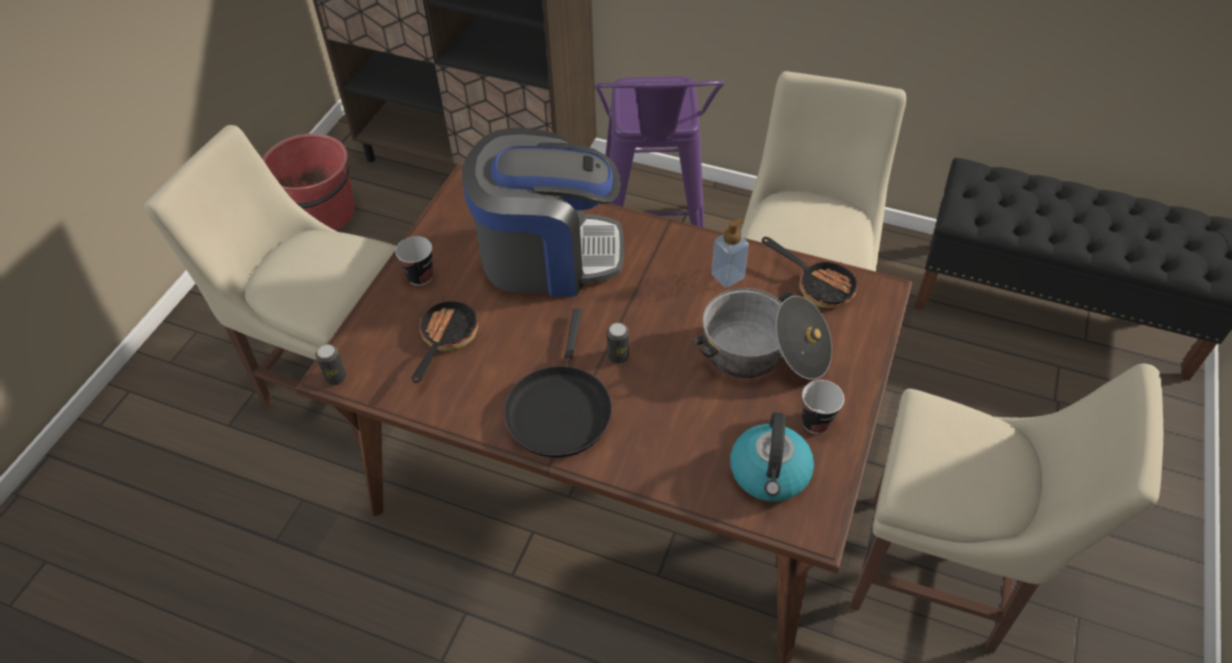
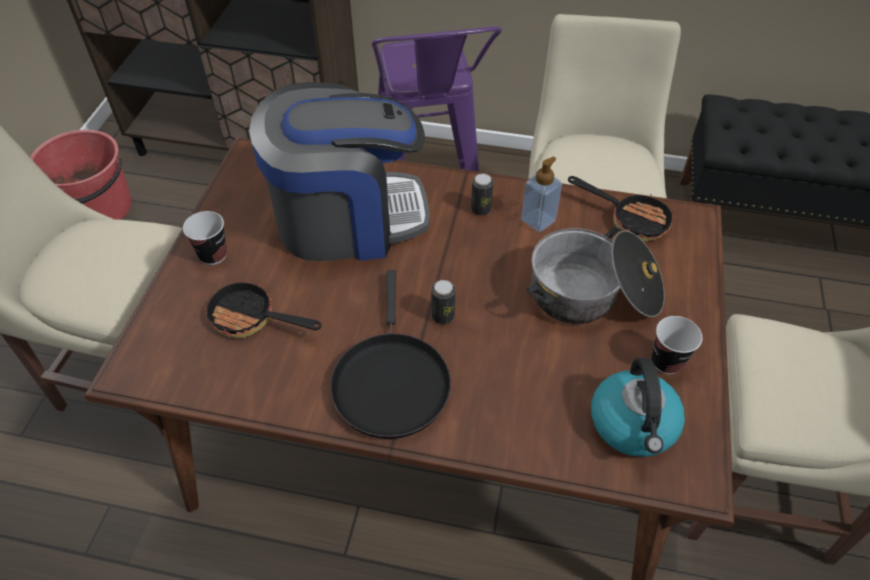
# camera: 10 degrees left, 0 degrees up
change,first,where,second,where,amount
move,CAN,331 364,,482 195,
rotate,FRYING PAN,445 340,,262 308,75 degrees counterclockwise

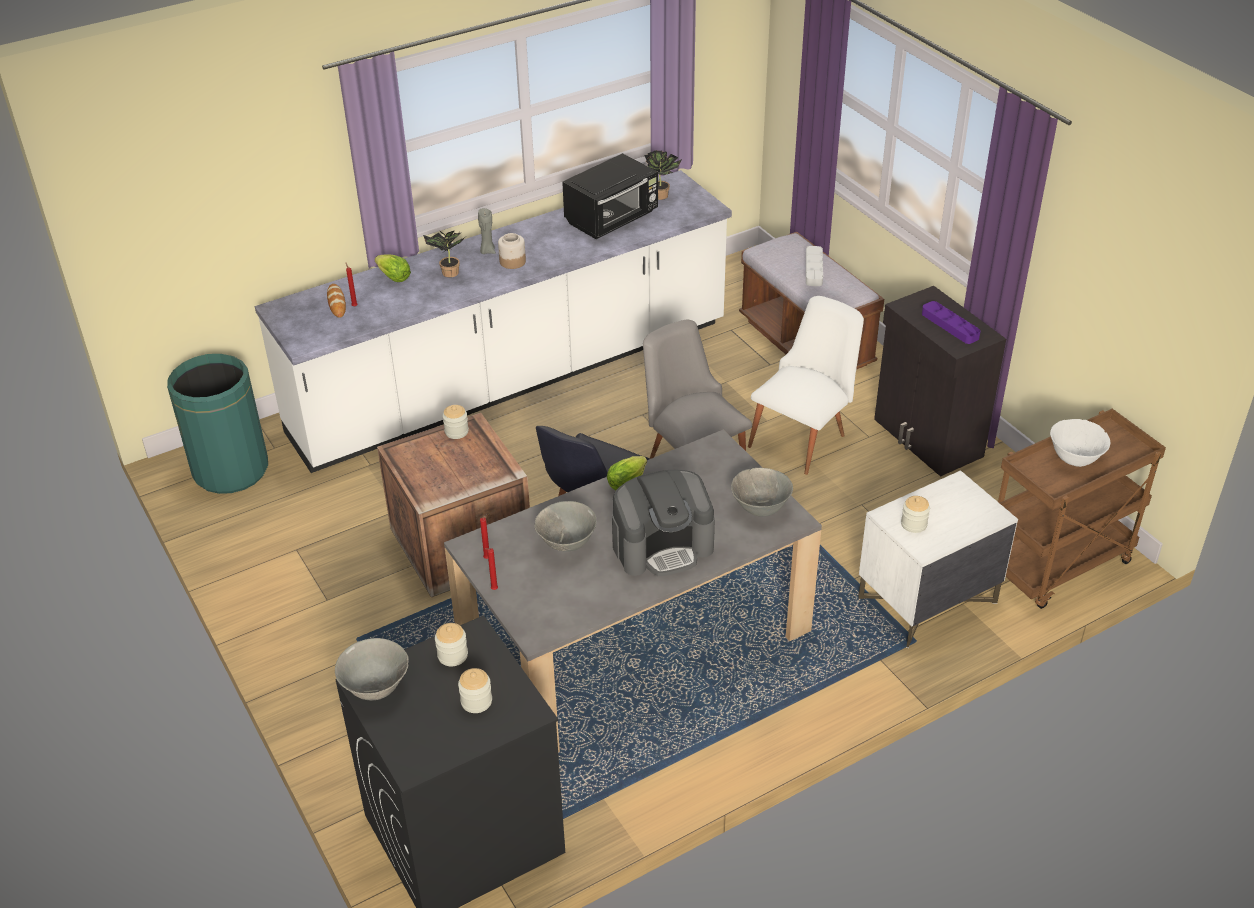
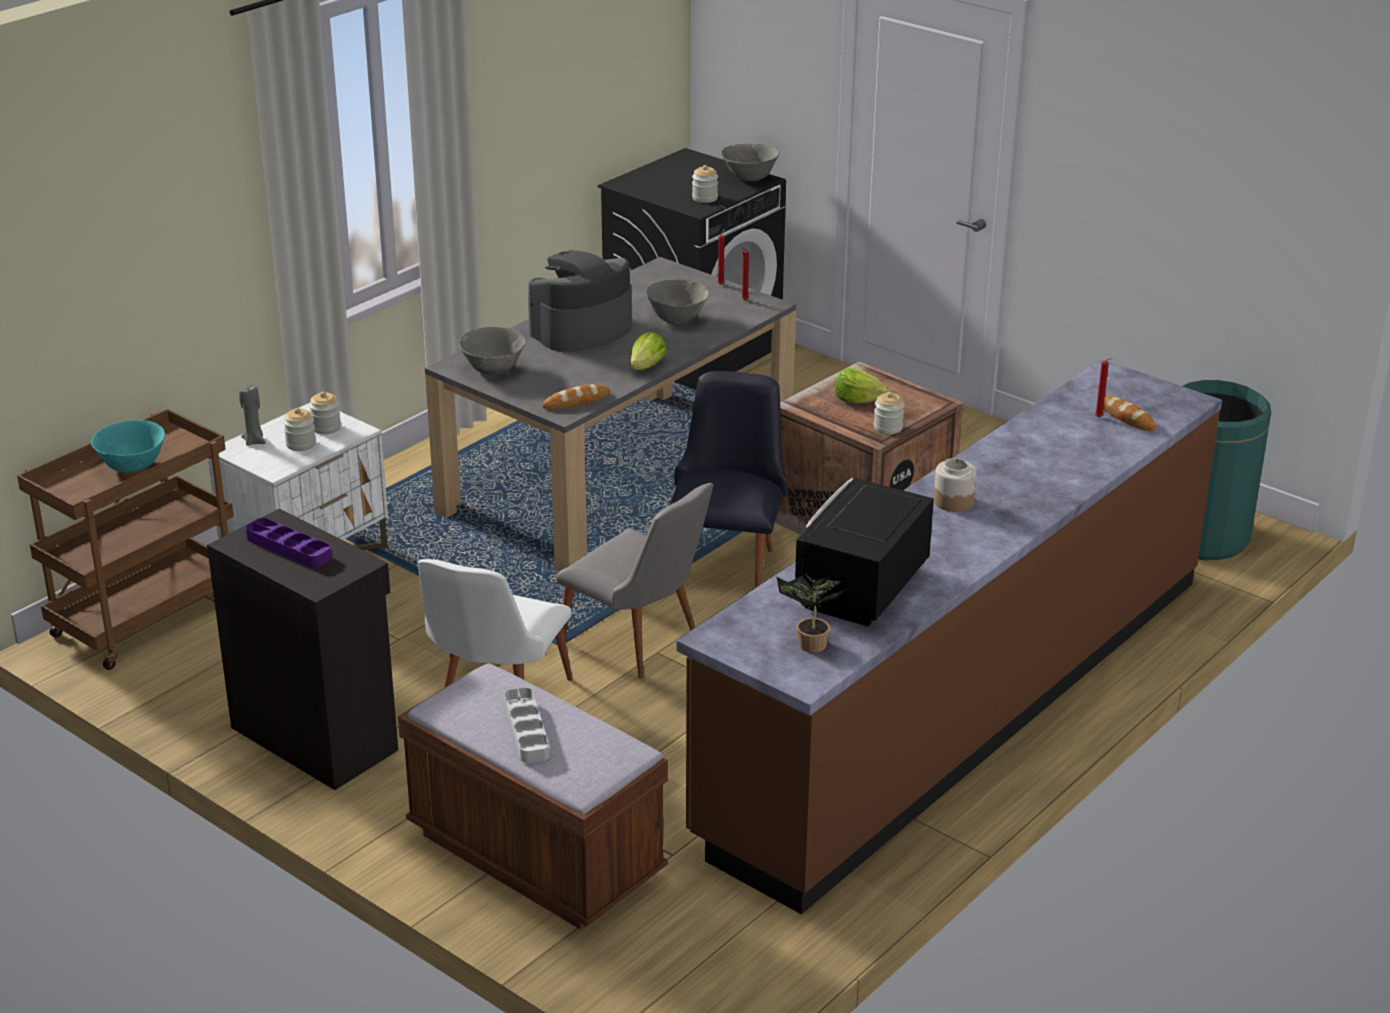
# camera: 160 degrees right, 10 degrees down
change,first,where,second,where,amount
recolor,WHITE COUNTER,493 321,BROWN COUNTER,949 636,
move,LETTUCE,393 268,,862 385,
delete,POTTED PLANT,444 253,,,
move,JAR,475 690,,299 429,
move,GREY CANDLE,487 231,,252 415,
recolor,WHITE BOWL,1080 443,TURQUOISE BOWL,128 446,
insert,,,BREAD,576 396,

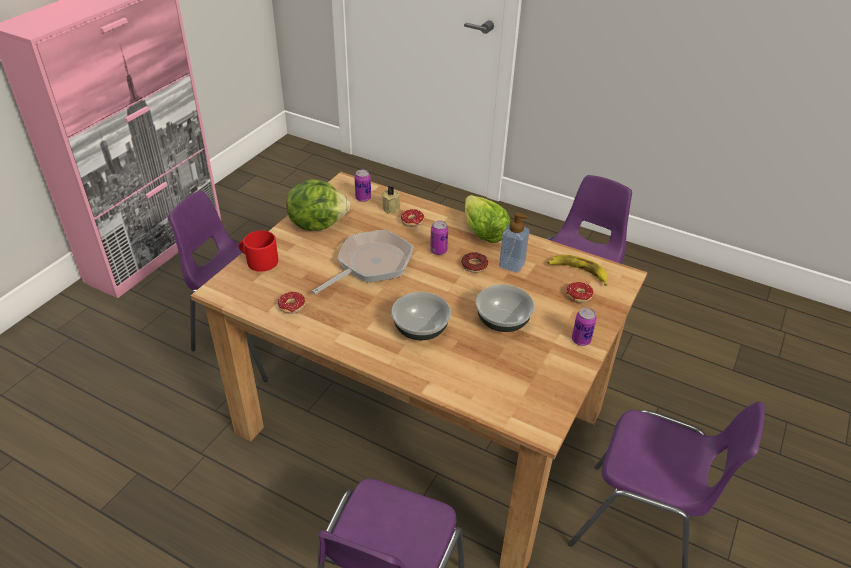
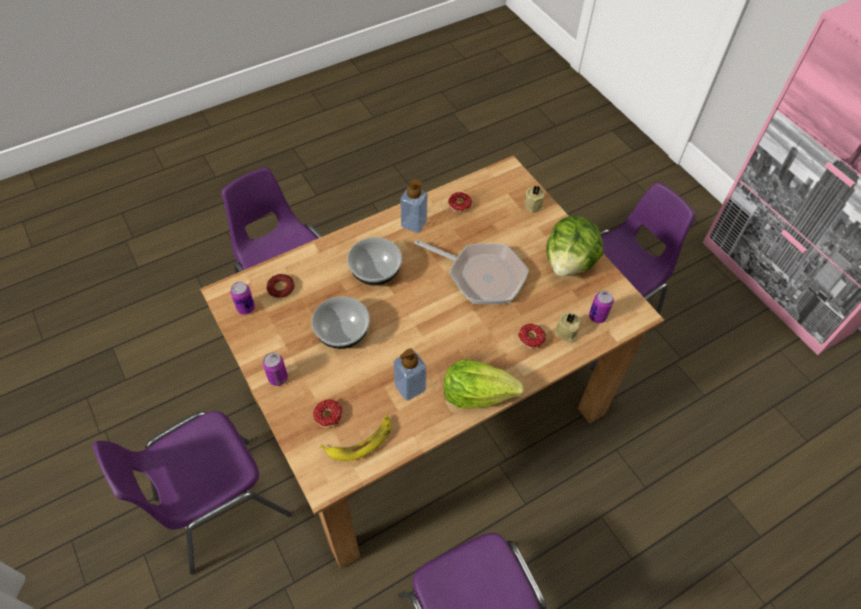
# camera: 120 degrees right, 15 degrees up
change,first,where,second,where,amount
replace,RED MUG,258 251,BEIGE CANDLE,534 199,
rotate,FRYING PAN,362 262,,472 272,45 degrees counterclockwise
move,CAN,439 238,,242 298,
move,DONUT,474 262,,280 286,
insert,,,SOAP DISPENSER,414 206,

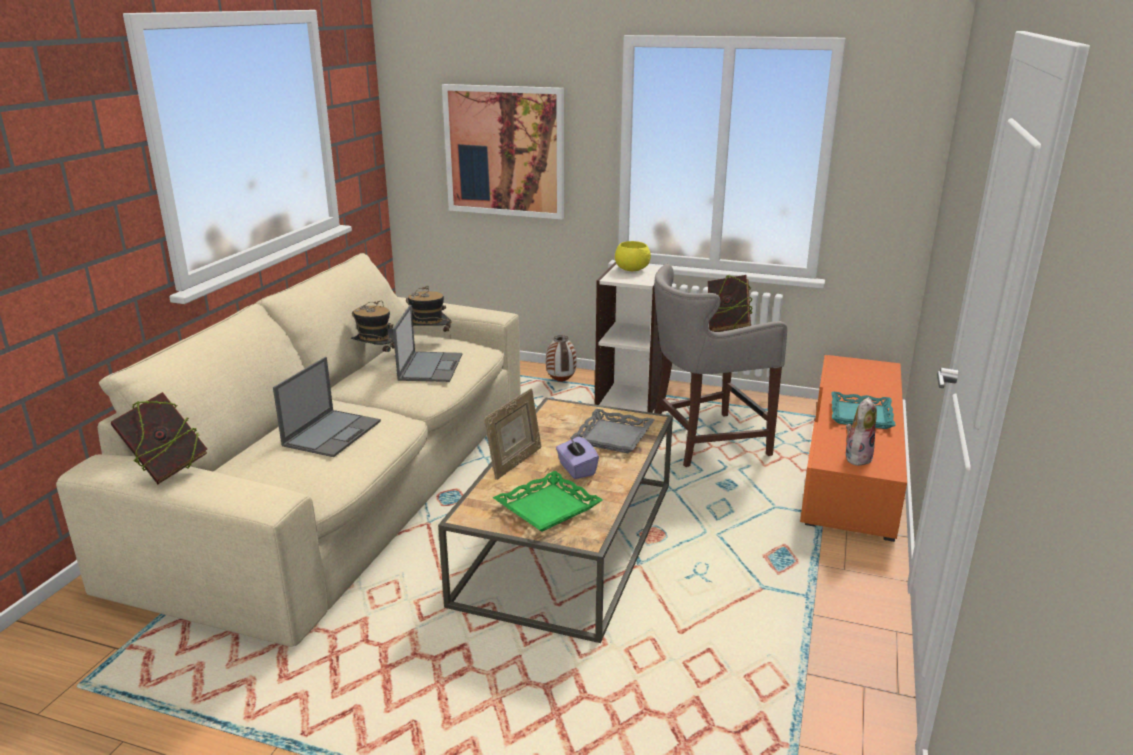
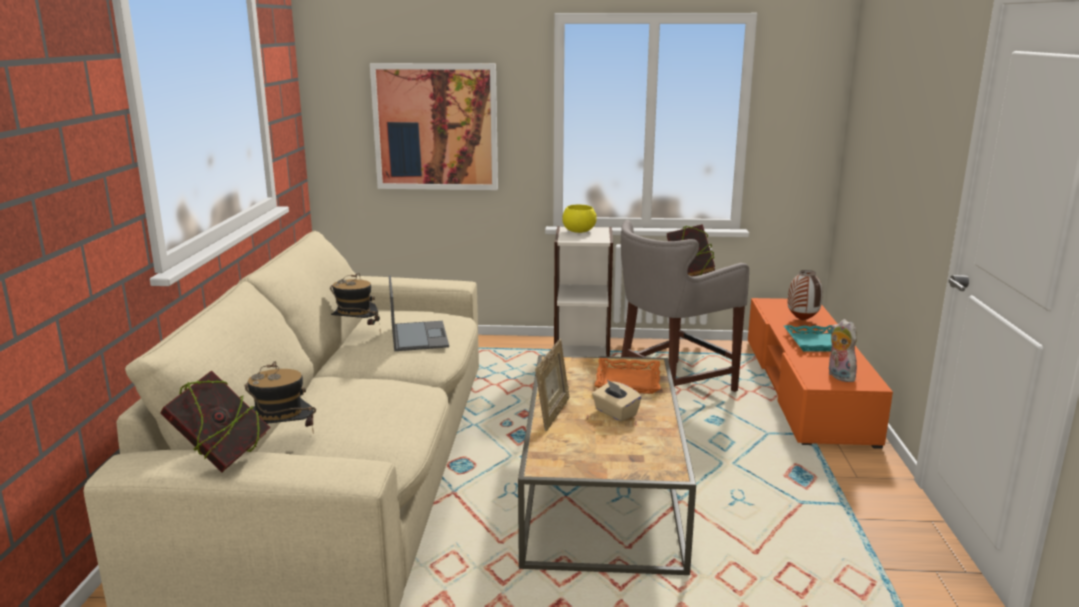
# camera: 15 degrees left, 5 degrees down
change,first,where,second,where,amount
delete,LAPTOP,327 407,,,
move,HAT,429 312,,280 396,
delete,GREEN TRAY,547 501,,,
move,VASE,561 358,,805 295,
recolor,PURPLE TISSUE BOX,577 457,BEIGE TISSUE BOX,617 400,
recolor,GREY TRAY,613 431,ORANGE TRAY,627 376,
rotate,PLUSH TOY,861 432,,843 350,45 degrees counterclockwise

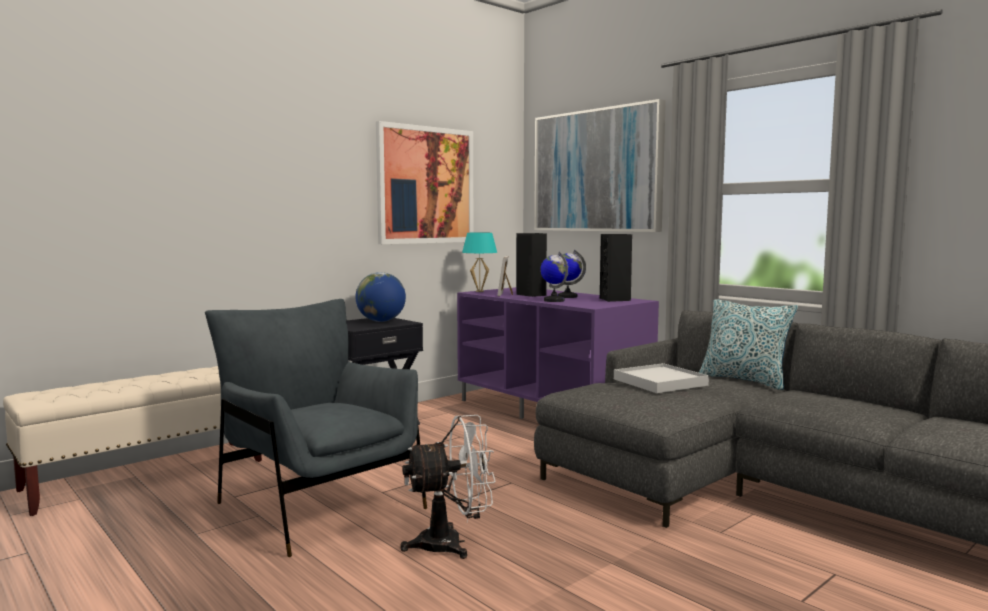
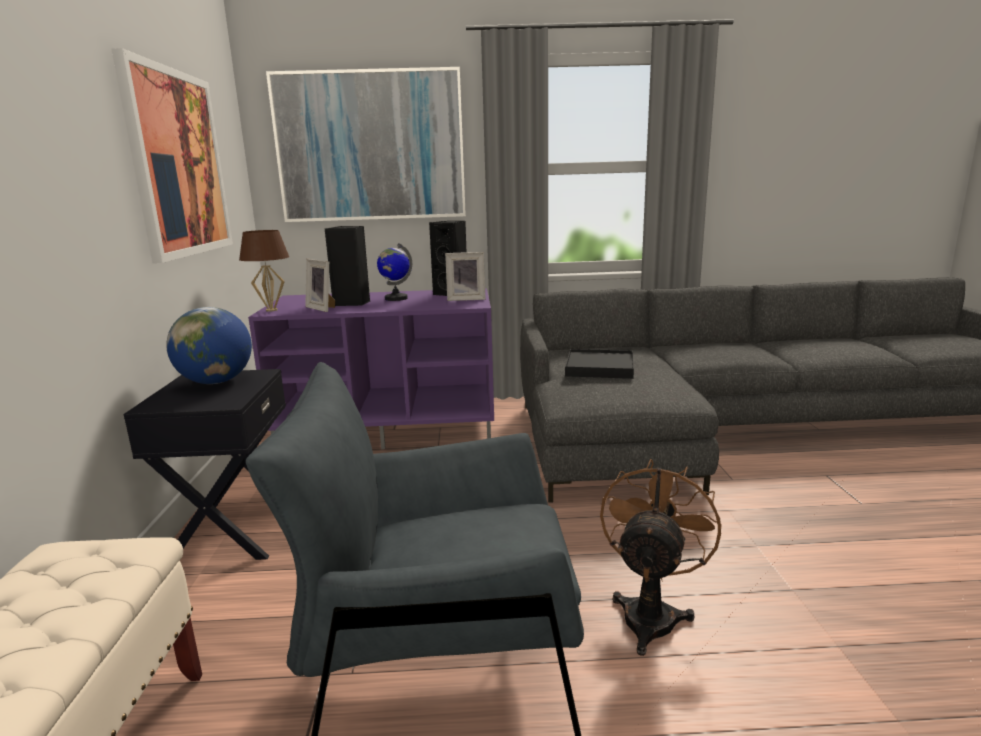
# camera: 50 degrees left, 10 degrees up
change,first,where,second,where,amount
recolor,WHITE FAN,448 487,BROWN FAN,661 557,
recolor,TURQUOISE TABLE LAMP,479 262,BROWN TABLE LAMP,264 271,
delete,GLOBE,554 277,,,
recolor,WHITE TRAY,661 378,BLACK TRAY,599 364,
delete,PILLOW,748 344,,,
insert,,,PICTURE FRAME,465 276,

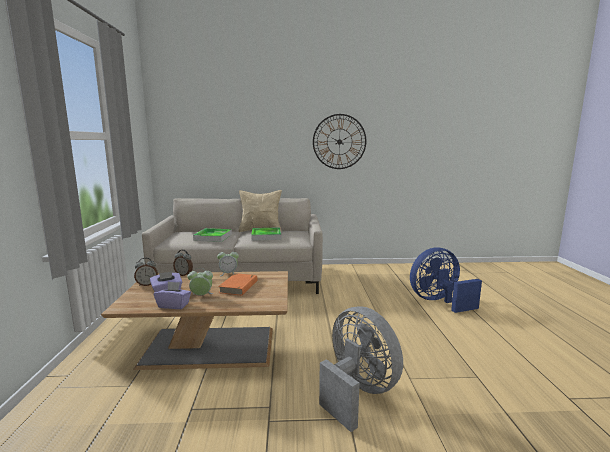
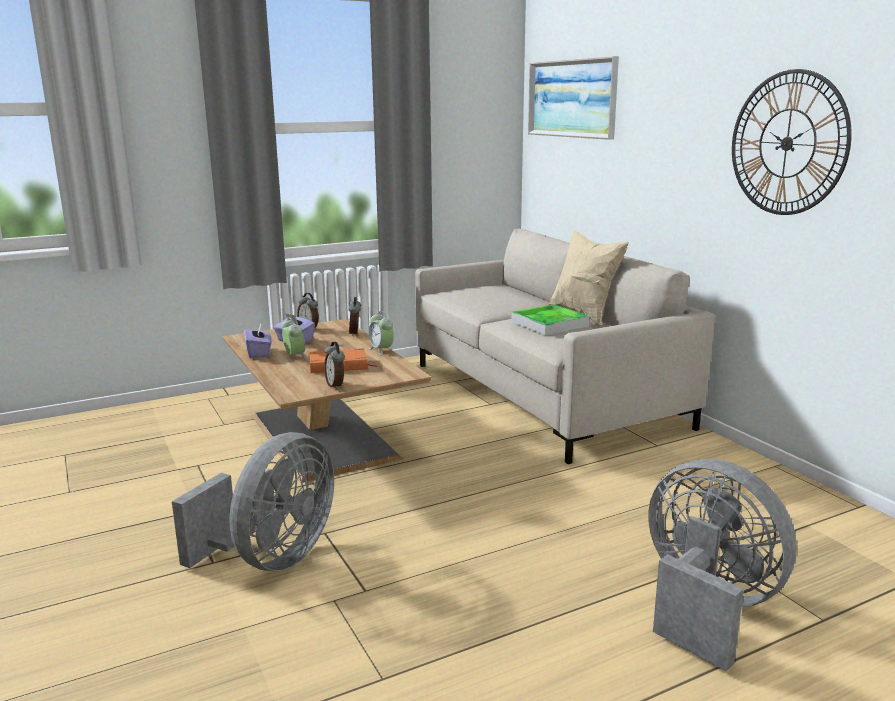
# camera: 65 degrees right, 5 degrees up
change,first,where,second,where,amount
delete,TRAY,212 235,,,
recolor,BLUE FAN,446 280,GREY FAN,722 565,
insert,,,ALARM CLOCK,334 366,
insert,,,PICTURE,573 98,

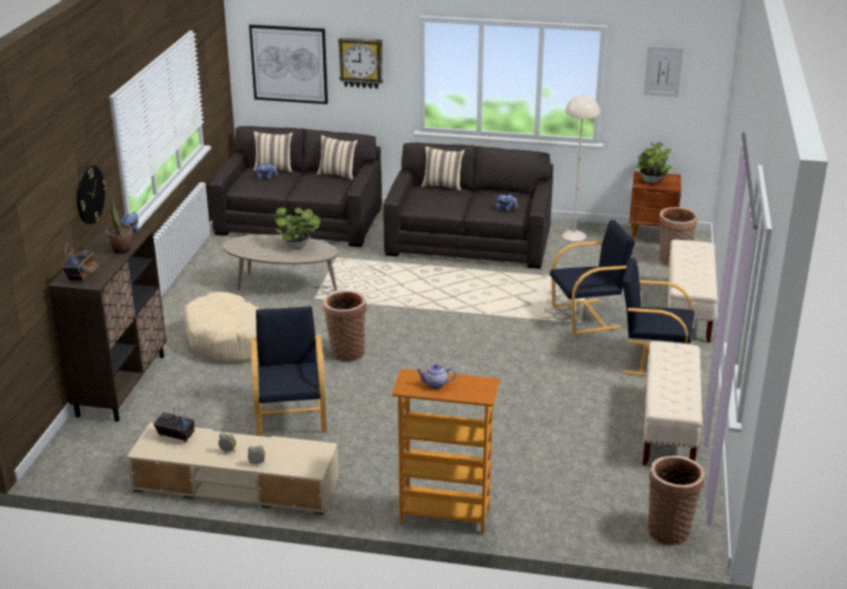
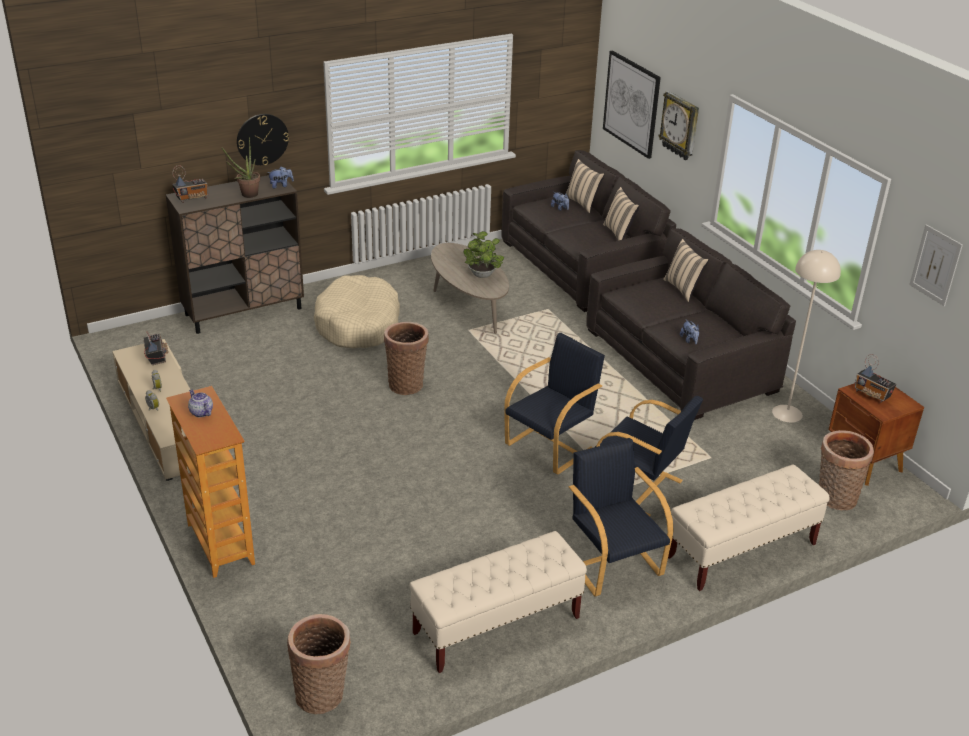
# camera: 50 degrees right, 5 degrees up
change,first,where,second,where,amount
move,BLACK ARMCHAIR,289 371,,554 404,
replace,POTTED PLANT,654 162,RADIO,875 378,

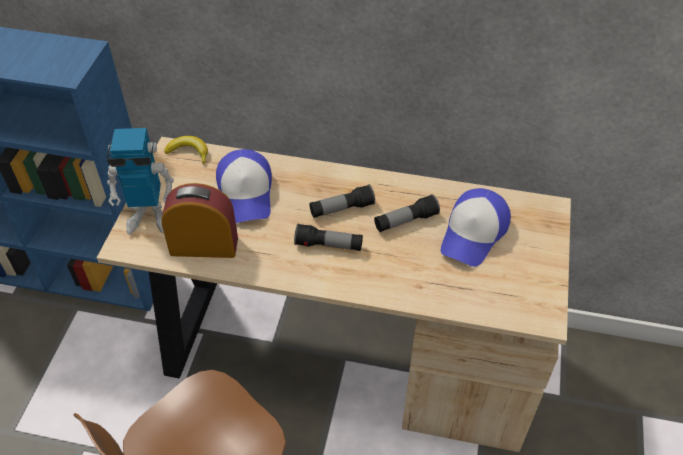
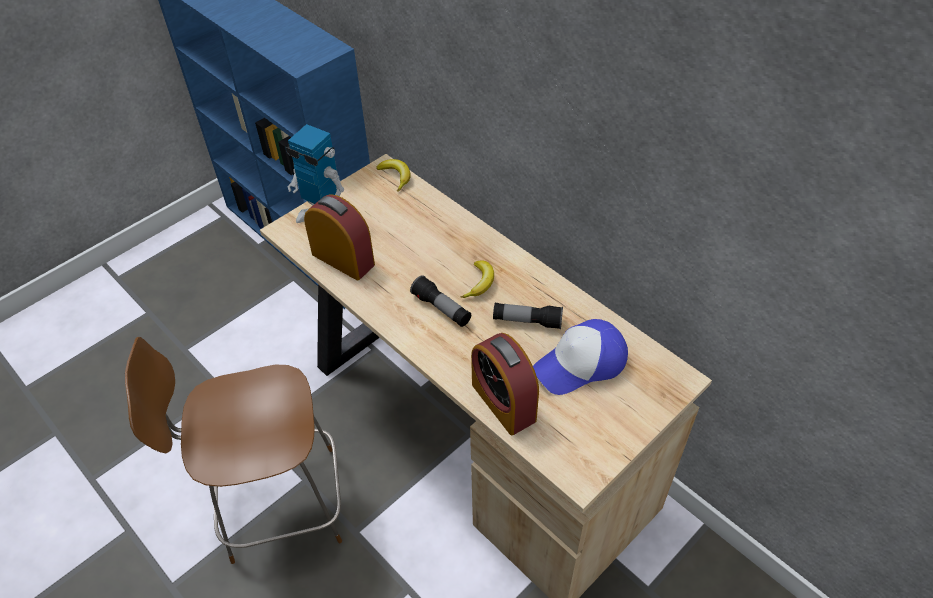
# camera: 35 degrees right, 0 degrees up
change,first,where,second,where,amount
delete,CAP,244 186,,,
replace,FLASHLIGHT,342 201,BANANA,477 279,
insert,,,ALARM CLOCK,505 384,

